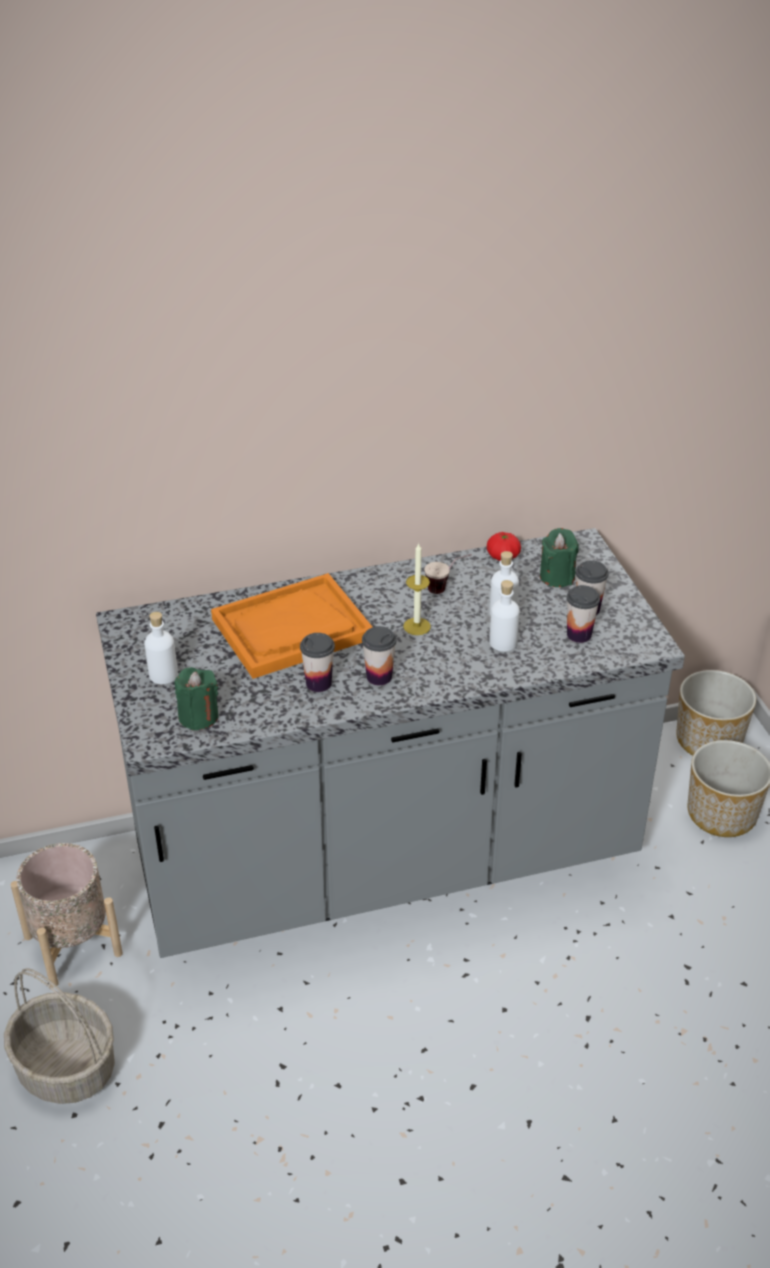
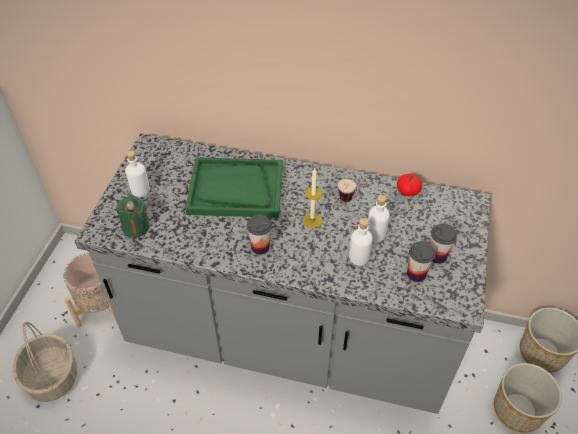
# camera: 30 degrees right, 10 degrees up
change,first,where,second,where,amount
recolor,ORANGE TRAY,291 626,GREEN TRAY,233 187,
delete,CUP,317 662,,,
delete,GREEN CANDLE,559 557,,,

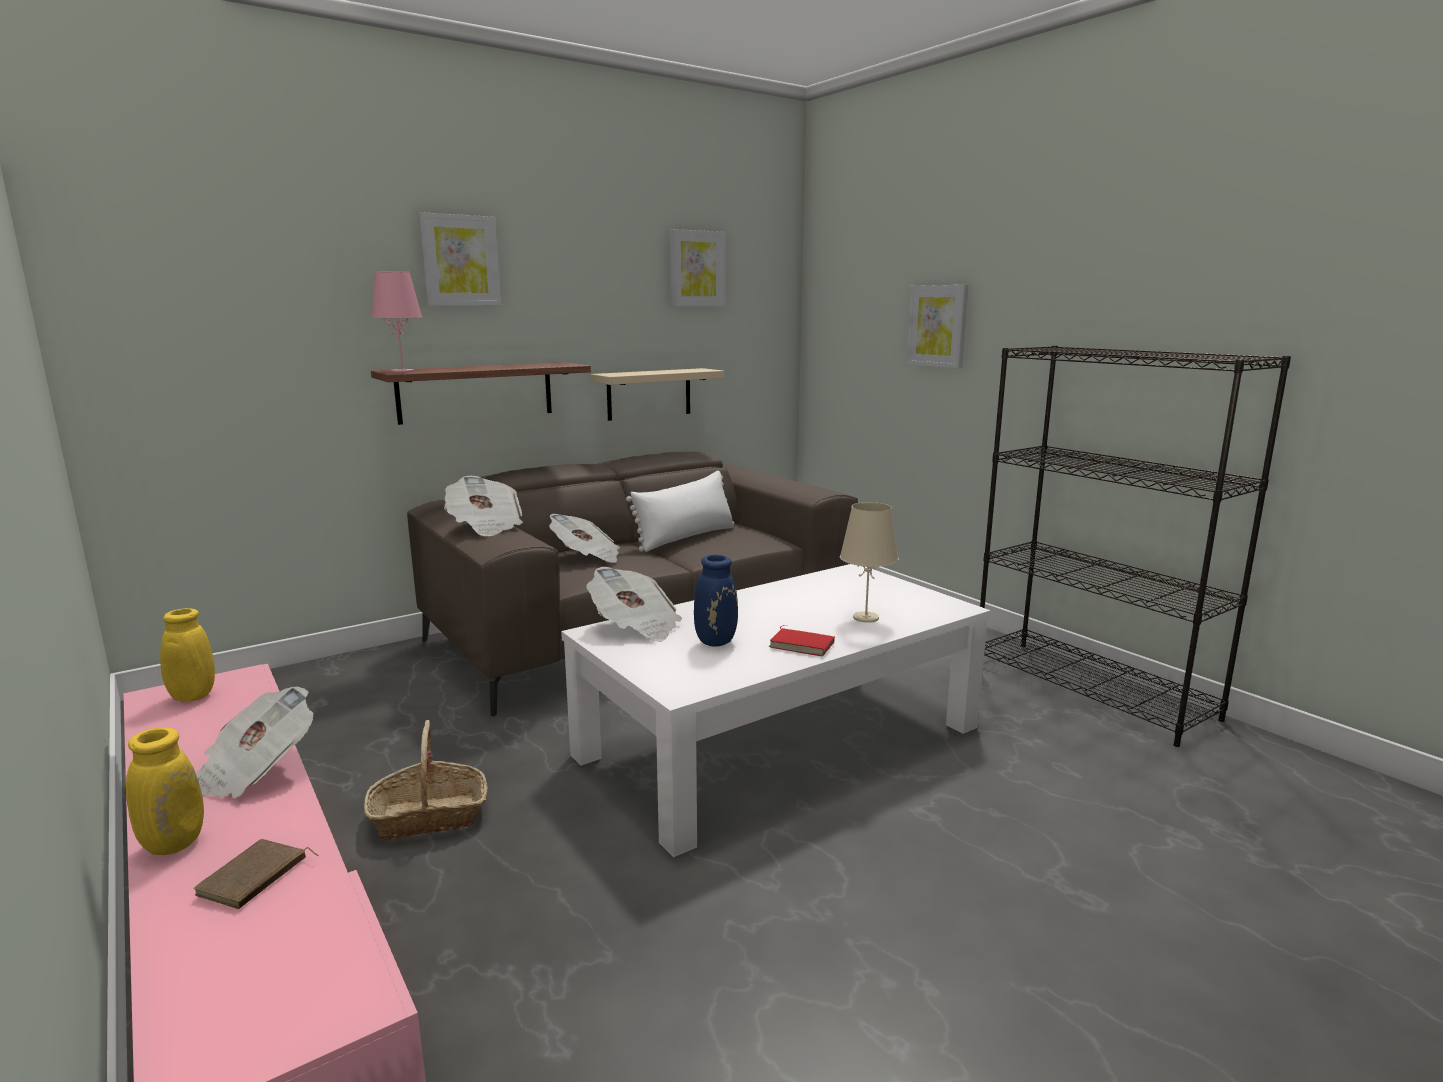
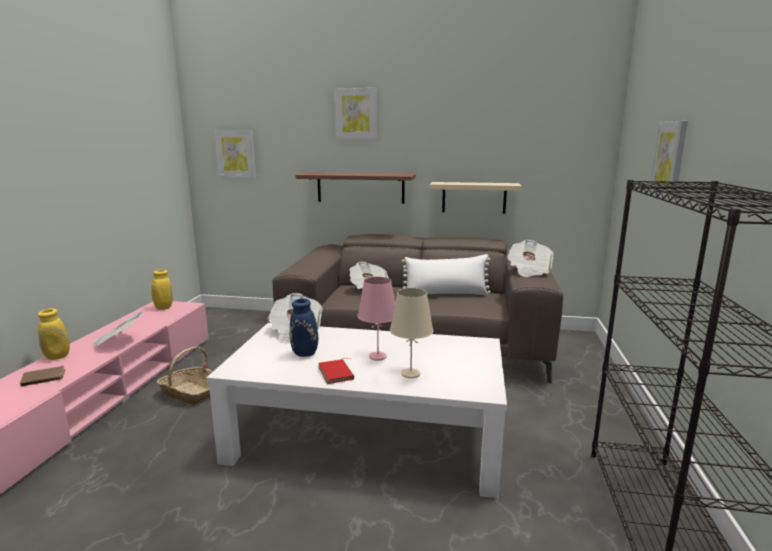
# camera: 45 degrees right, 0 degrees up
change,first,where,second,where,amount
move,PINK TABLE LAMP,397 322,,376 319,
move,NEWSPAPER,483 506,,530 258,
move,PICTURE,697 268,,235 154,

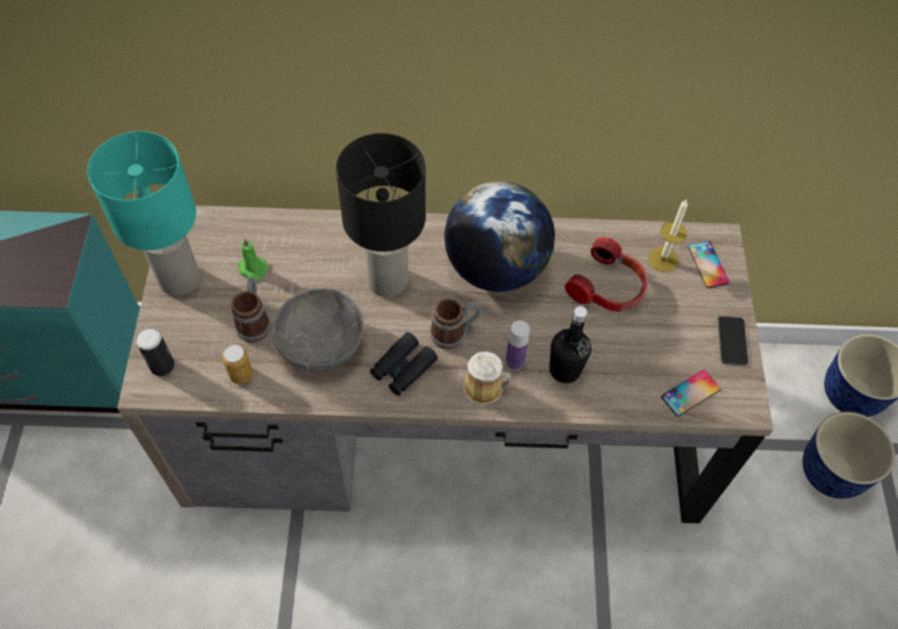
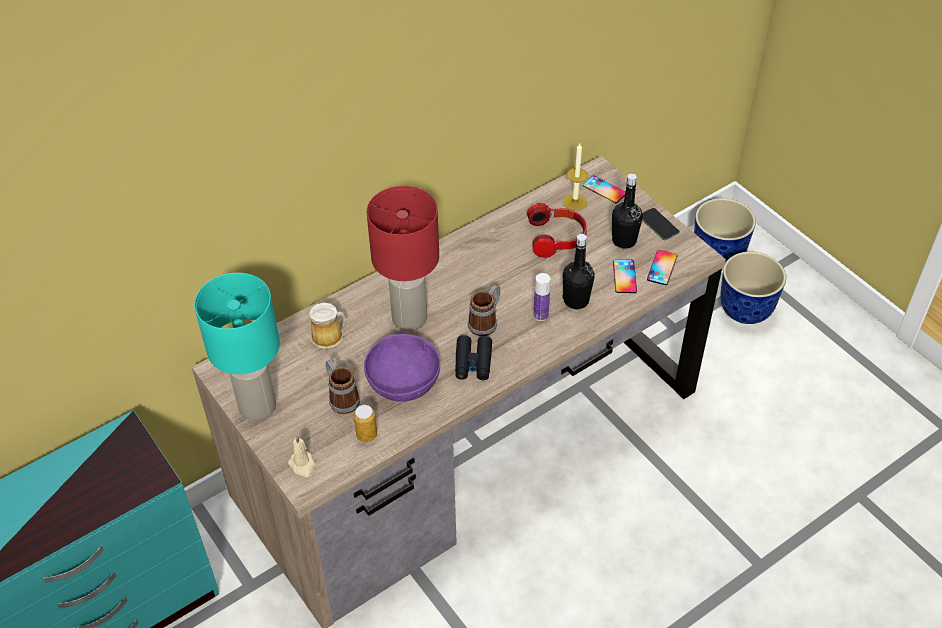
# camera: 35 degrees left, 10 degrees down
change,first,where,second,where,amount
replace,CAN,155 352,BEIGE CANDLE,301 456,
delete,GREEN CANDLE,253 259,,,
recolor,GREY BOWL,318 330,PURPLE BOWL,402 368,
recolor,BLACK TABLE LAMP,380 215,RED TABLE LAMP,403 258,
delete,GLOBE,499 236,,,
move,MUG,487 378,,327 326,
insert,,,BLACK BOTTLE,627 211,
insert,,,PHONE,625 276,

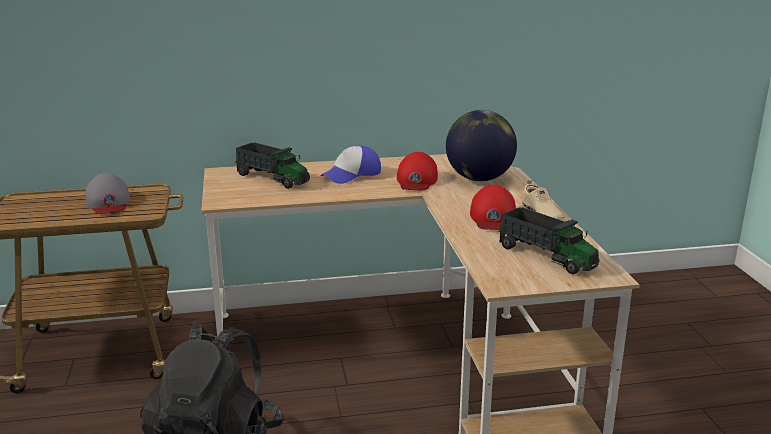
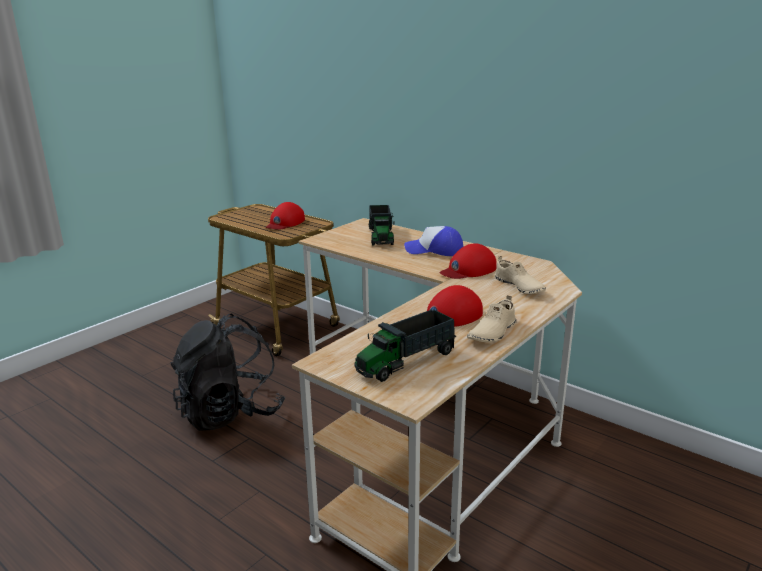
# camera: 50 degrees right, 0 degrees up
change,first,where,second,where,amount
recolor,GREY CAP,107 193,RED CAP,285 216,
replace,GLOBE,481 145,BEIGE SHOE,520 275,
rotate,TOY TRUCK,549 241,,405 346,45 degrees clockwise

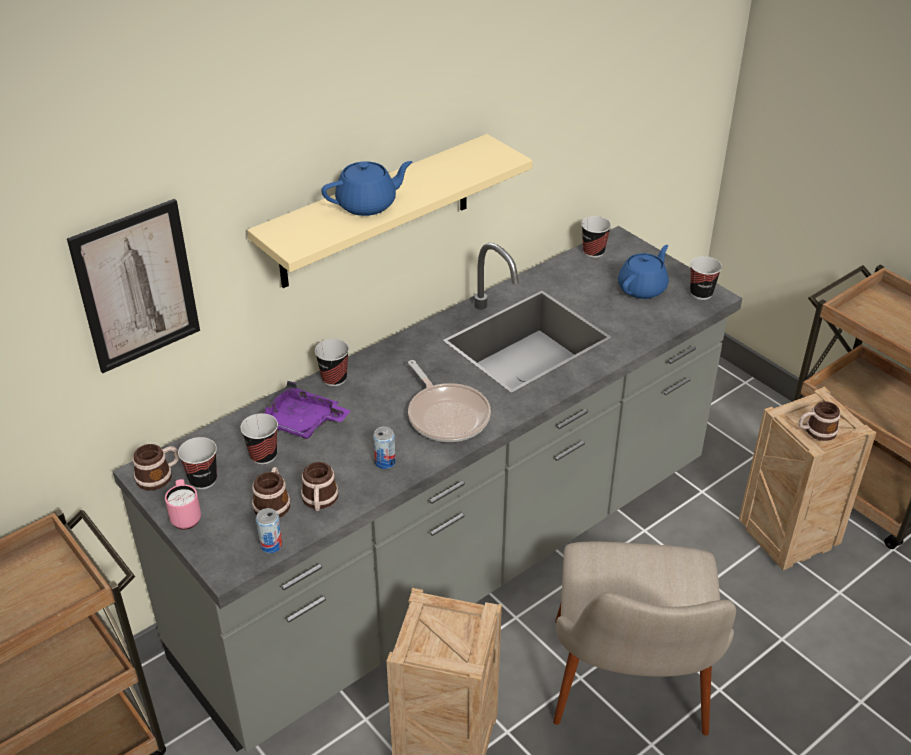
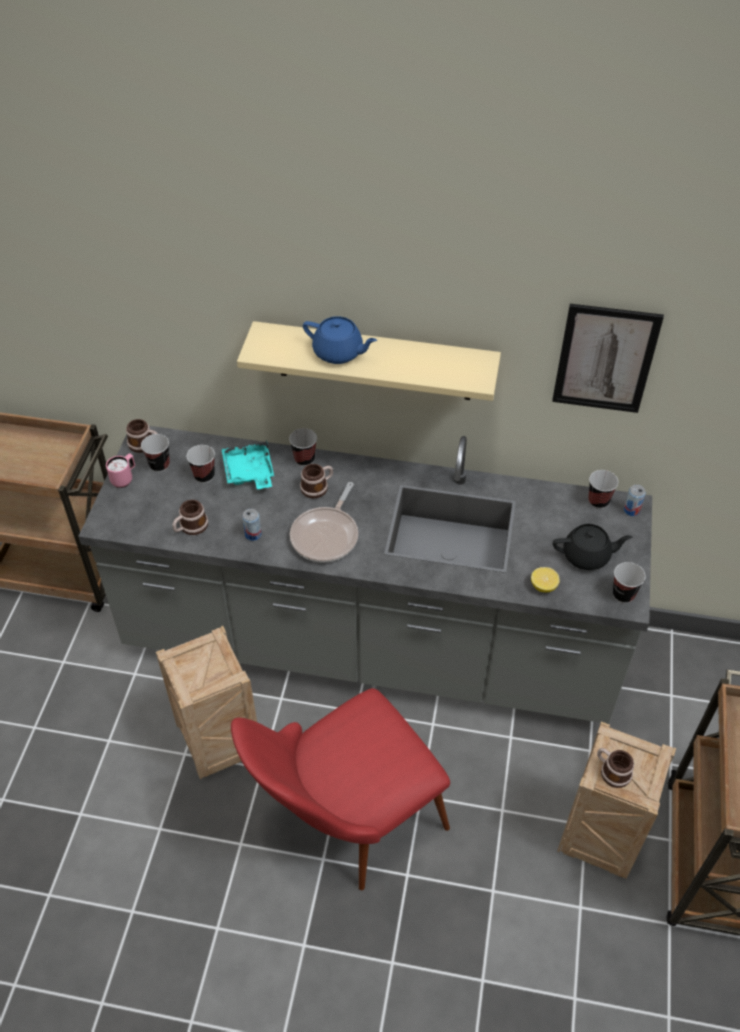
# camera: 50 degrees right, 10 degrees up
change,first,where,second,where,amount
move,PICTURE,133 286,,608 358,
move,MUG,271 492,,316 481,
move,CAN,269 530,,635 500,
recolor,PURPLE TRAY,304 410,TURQUOISE TRAY,247 464,
recolor,BEIGE CHAIR,644 639,RED CHAIR,340 789,
recolor,BLUE TEAPOT,643 272,BLACK TEAPOT,592 547,
insert,,,LEMON,545 579,

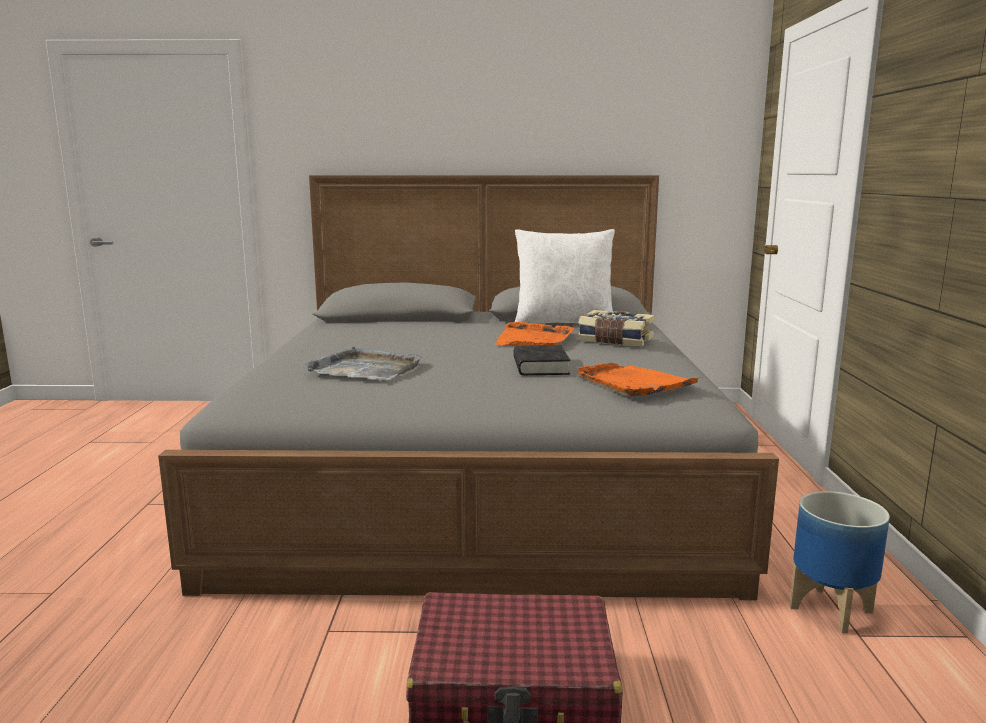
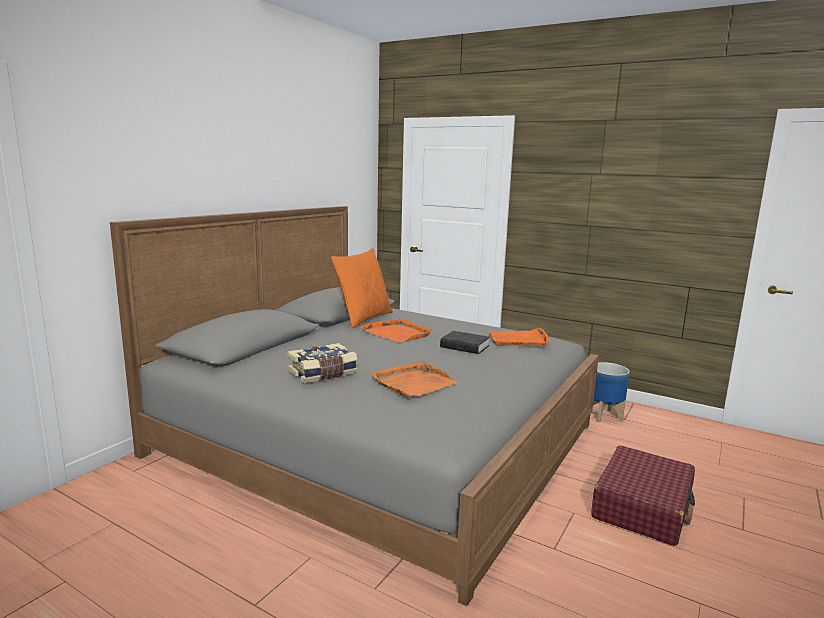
# camera: 60 degrees left, 0 degrees up
change,first,where,second,where,amount
recolor,GREY TRAY,362 363,ORANGE TRAY,415 379,
recolor,WHITE PILLOW,565 276,ORANGE PILLOW,362 288,
move,BOOK,616 328,,322 363,

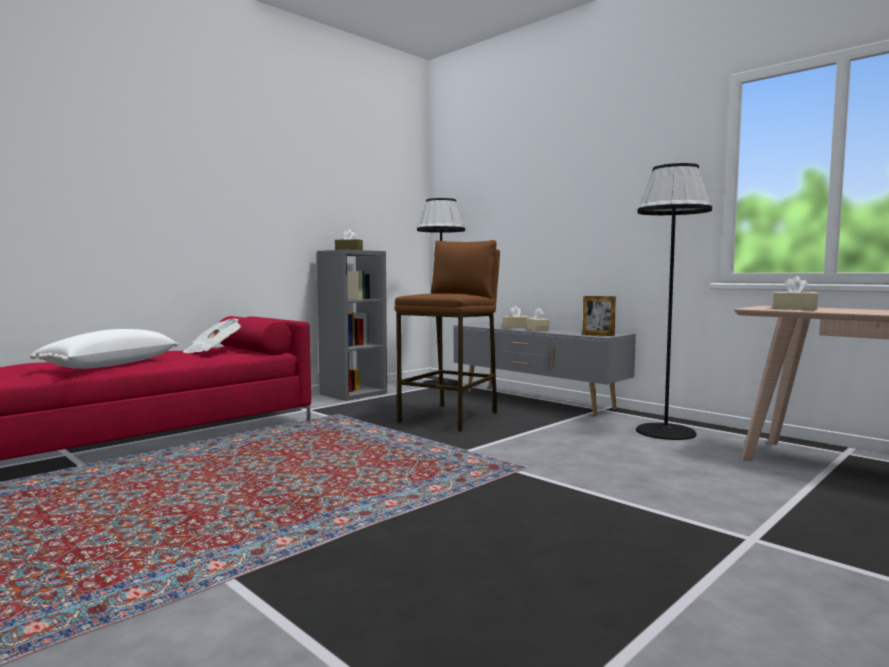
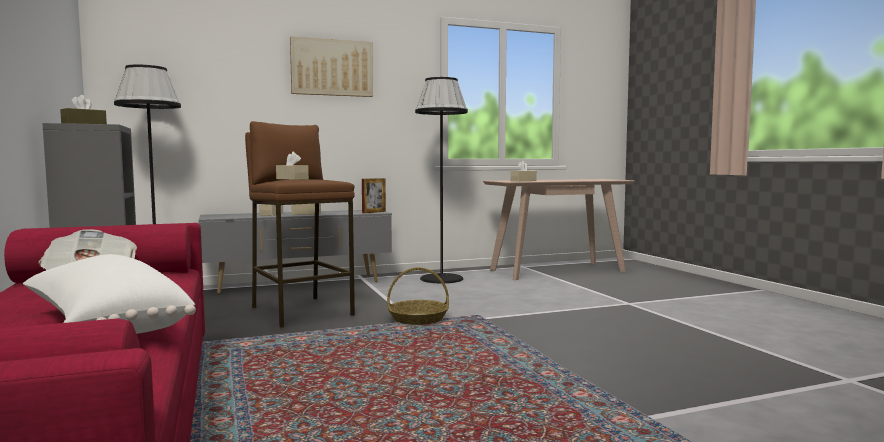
# camera: 65 degrees left, 0 degrees up
change,first,where,second,where,amount
insert,,,BEIGE TISSUE BOX,292 166,
insert,,,PICTURE,331 66,
insert,,,BASKET,418 296,

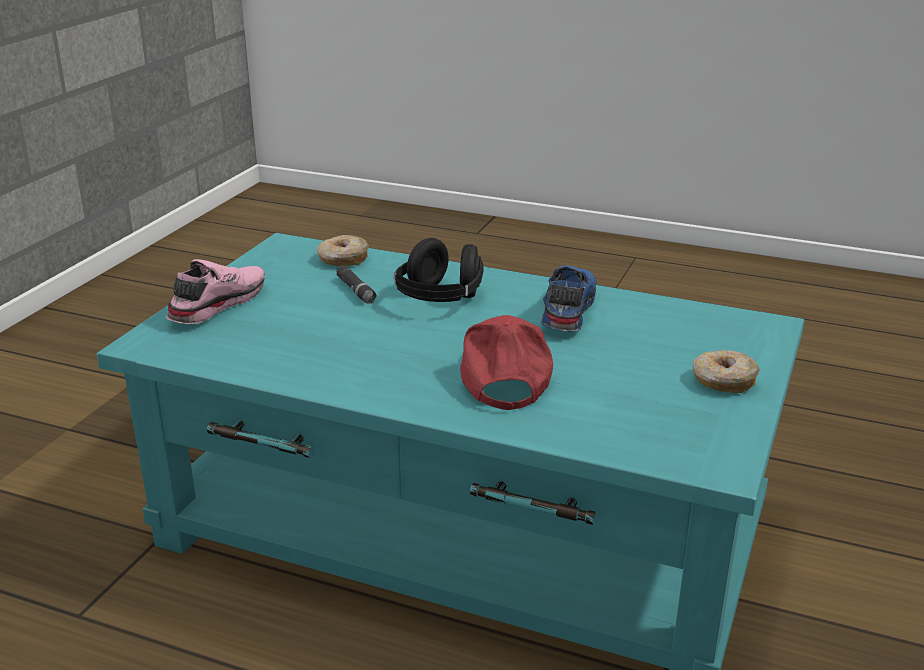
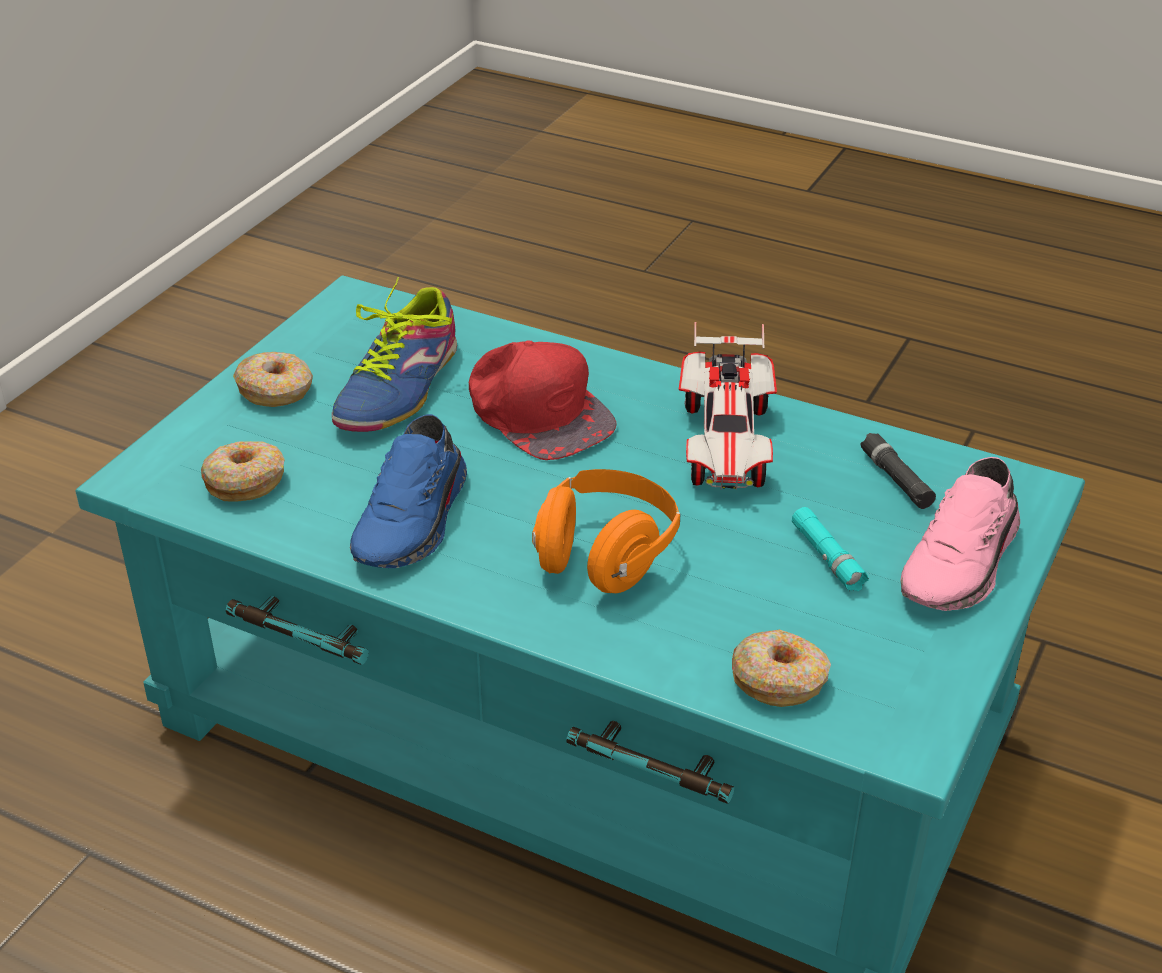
# camera: 175 degrees left, 10 degrees up
change,first,where,second,where,amount
move,BLACK FLASHLIGHT,357 284,,898 471,
recolor,BLACK HEADPHONES,439 270,ORANGE HEADPHONES,606 531,
rotate,RED CAP,506 362,,543 400,45 degrees counterclockwise
insert,,,DONUT,243 471,
insert,,,SHOE,394 354,
insert,,,TOY CAR,728 406,
insert,,,TURQUOISE FLASHLIGHT,830 549,

